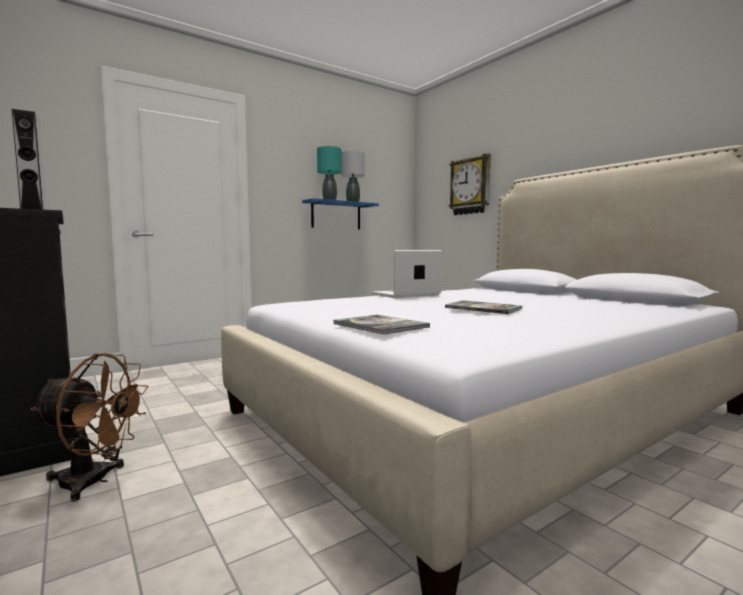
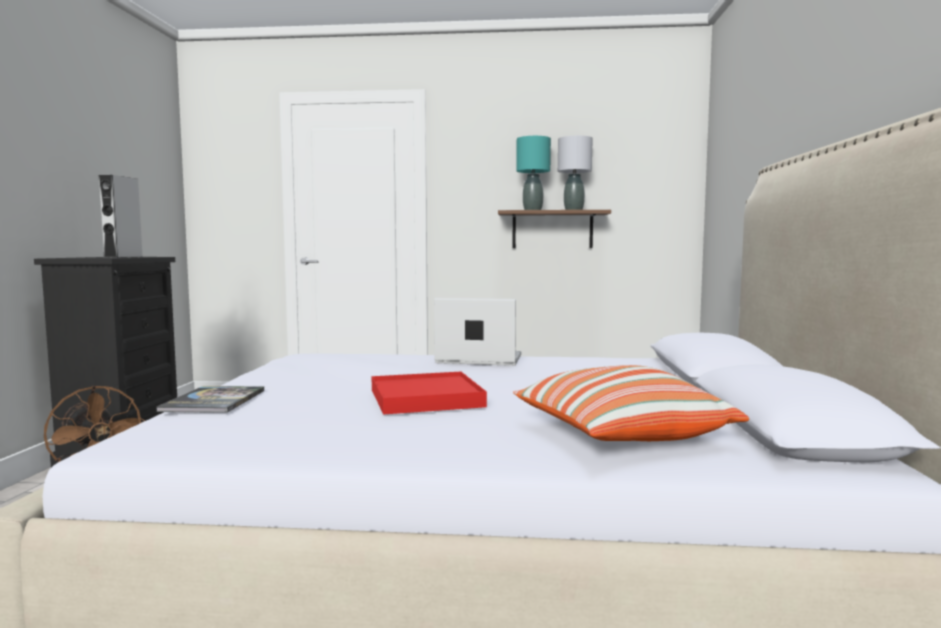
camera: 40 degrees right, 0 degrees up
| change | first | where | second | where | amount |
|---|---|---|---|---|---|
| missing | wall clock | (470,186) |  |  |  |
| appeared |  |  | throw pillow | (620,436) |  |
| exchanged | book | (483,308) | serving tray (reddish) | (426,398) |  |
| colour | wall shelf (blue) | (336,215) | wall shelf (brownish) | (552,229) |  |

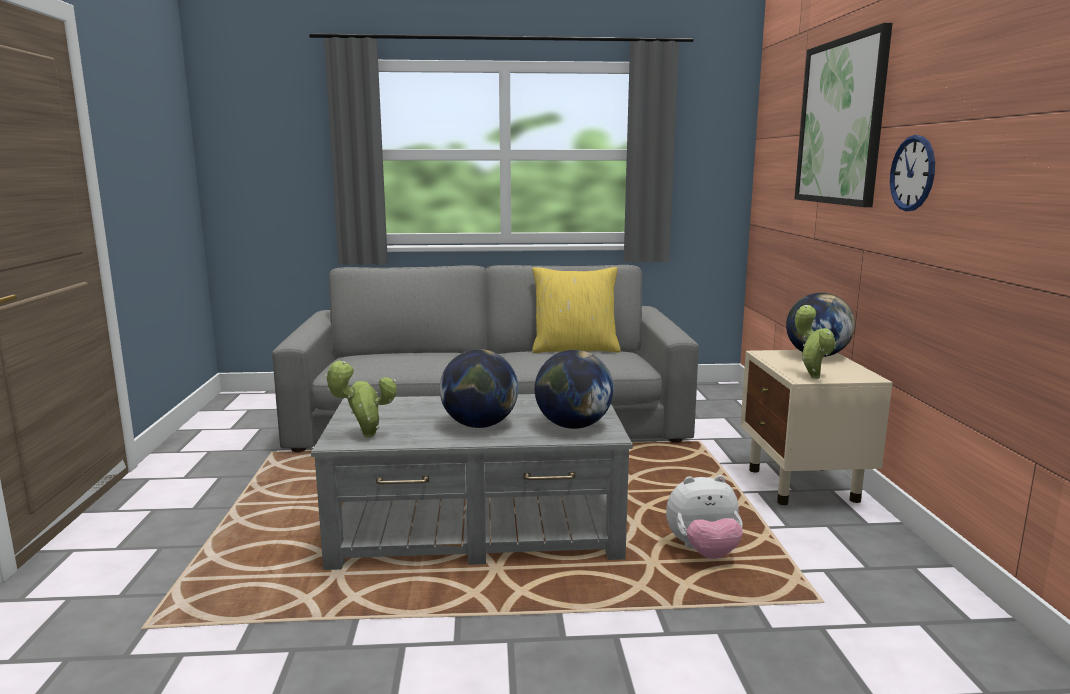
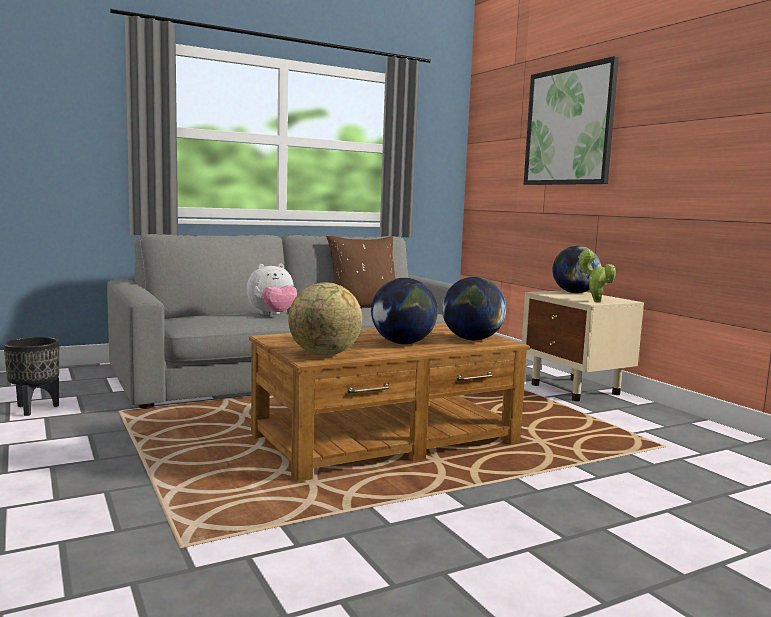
camera: 25 degrees left, 5 degrees down
| change | first | where | second | where | amount |
|---|---|---|---|---|---|
| missing | wall clock | (912,173) |  |  |  |
| appeared |  |  | flower pot (blackish) | (34,409) |  |
| relocated | cuddly toy | (703,552) |  | (272,315) |  |
| exchanged | houseplant | (365,436) | desk globe | (324,355) |  |
| colour | low table (gray) | (478,528) | low table (brownish) | (387,439) |  |
| colour | throw pillow (yellow) | (575,349) | throw pillow (brownish) | (364,306) |  |

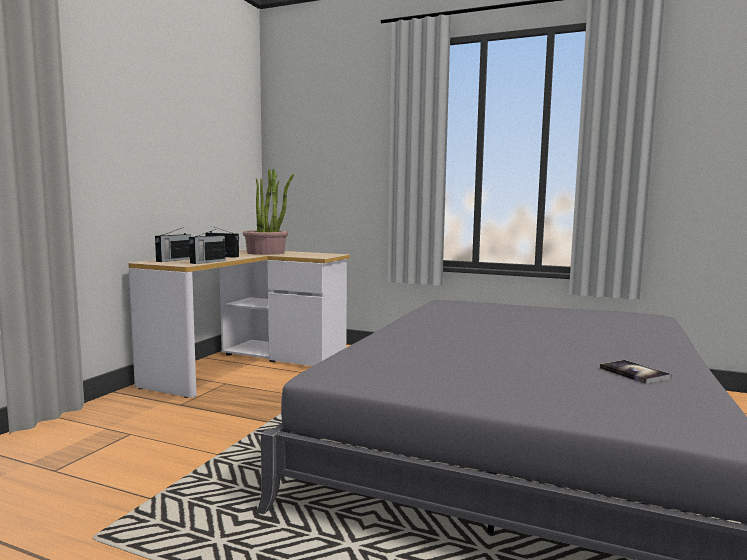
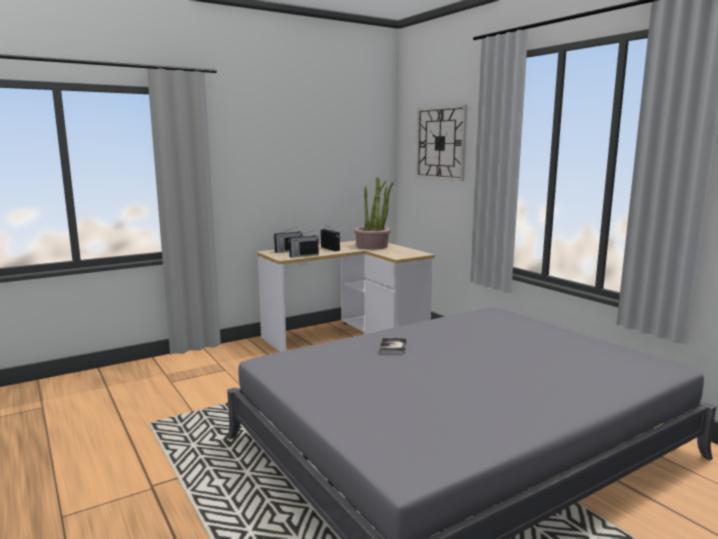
camera: 35 degrees right, 5 degrees up
| change | first | where | second | where | amount |
|---|---|---|---|---|---|
| appeared |  |  | wall clock | (441,143) |  |
| relocated | book | (634,373) |  | (393,346) |  |

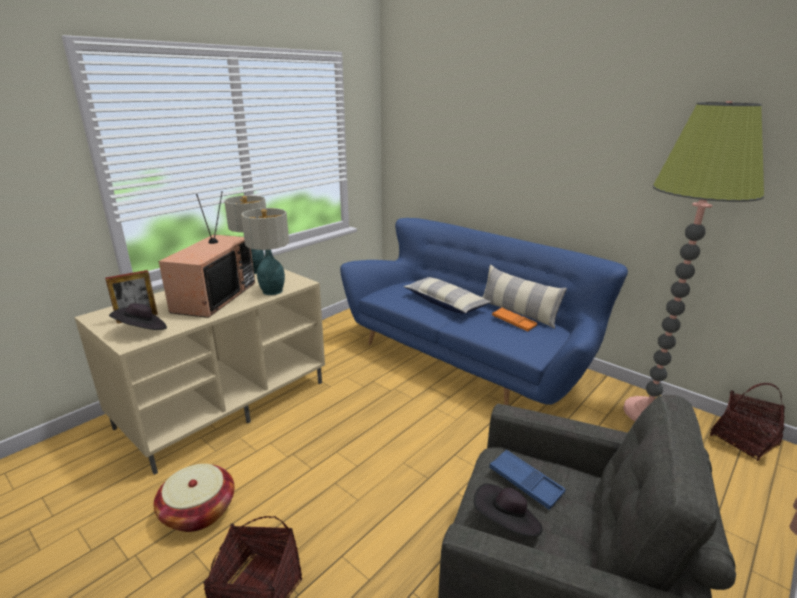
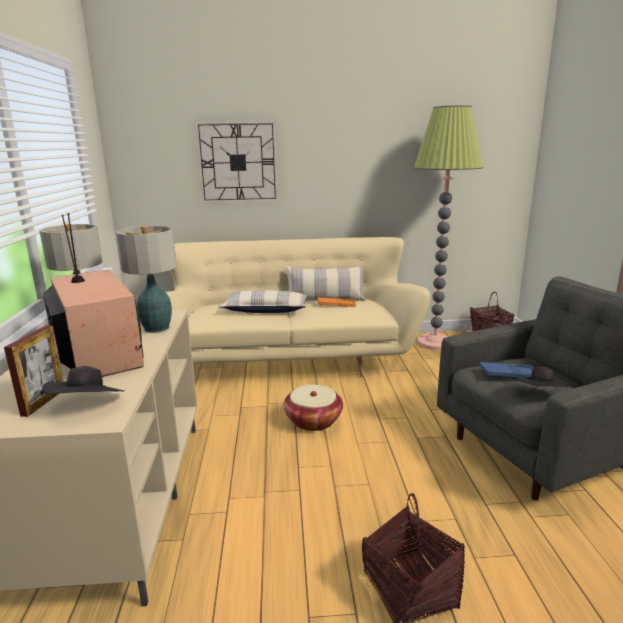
camera: 45 degrees left, 5 degrees down
| change | first | where | second | where | amount |
|---|---|---|---|---|---|
| appeared |  |  | wall clock | (238,162) |  |
| relocated | basket | (198,511) |  | (313,420) |  |
| colour | couch (blue) | (469,359) | couch (beige) | (290,359) |  |

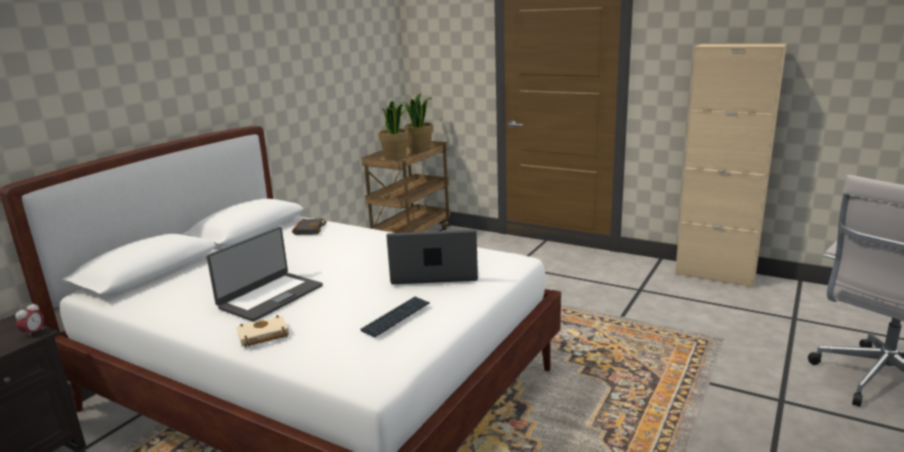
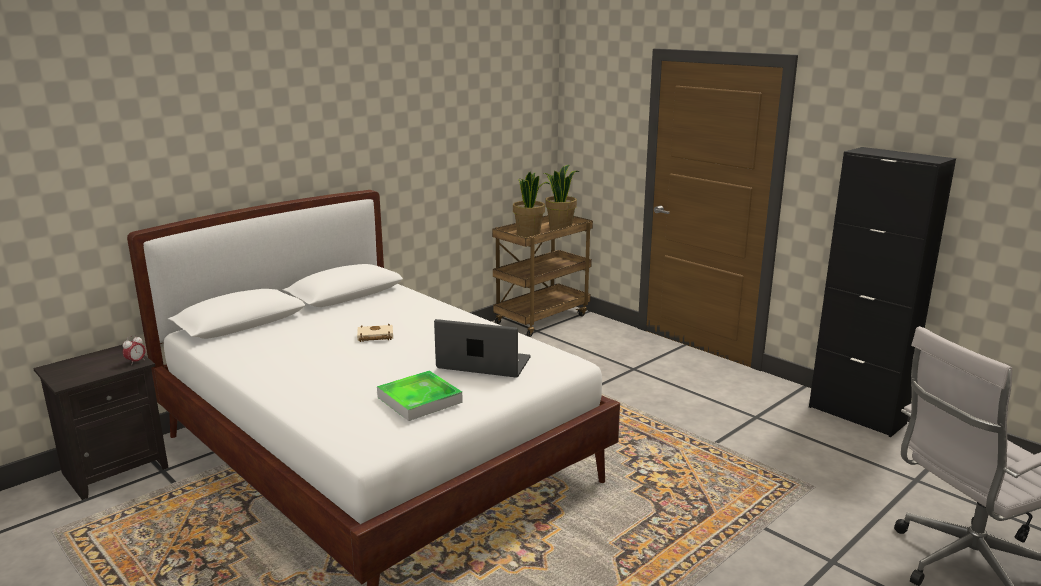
camera: 15 degrees right, 0 degrees up
| change | first | where | second | where | amount |
|---|---|---|---|---|---|
| missing | notebook computer | (270,296) |  |  |  |
| missing | book (blackish) | (308,229) |  |  |  |
| relocated | book (beige) | (262,336) |  | (374,337) |  |
| exchanged | PC keyboard | (396,317) | serving tray | (419,400) |  |
| colour | cupboard (beige) | (715,275) | cupboard (blackish) | (856,415) |  |

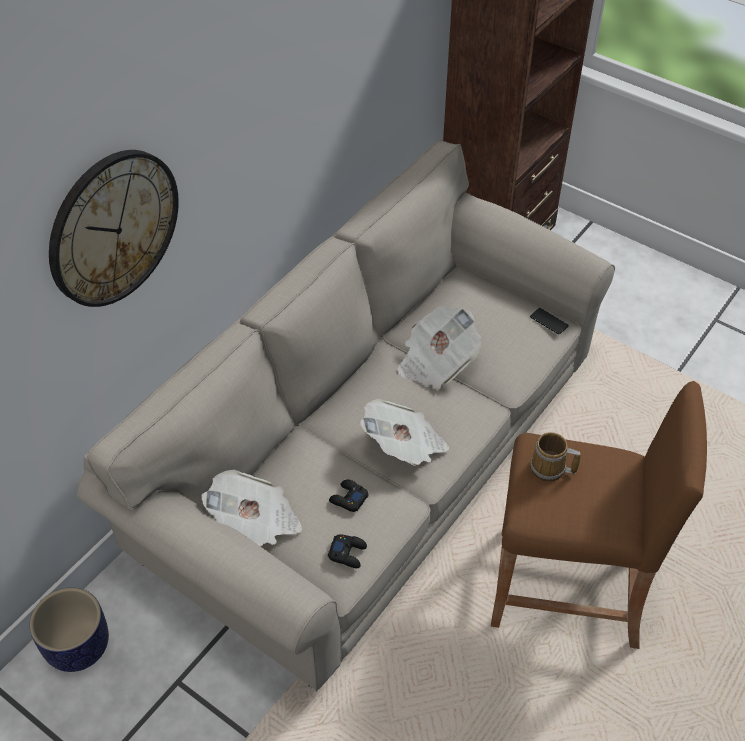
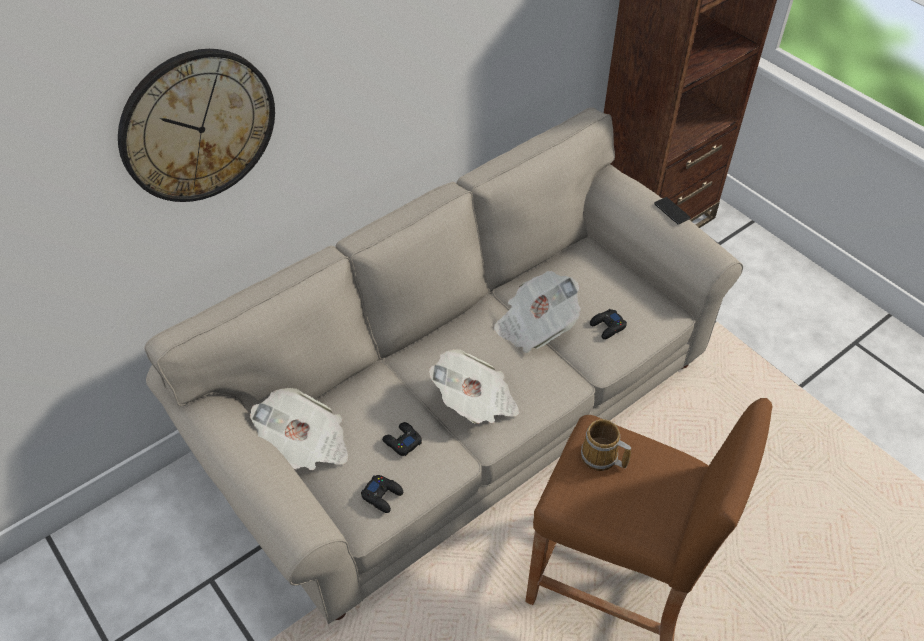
camera: 15 degrees right, 0 degrees up
| change | first | where | second | where | amount |
|---|---|---|---|---|---|
| missing | flower pot | (78,646) |  |  |  |
| appeared |  |  | joypad (blackish) | (607,327) |  |
| relocated | handset | (549,321) |  | (672,211) |  |

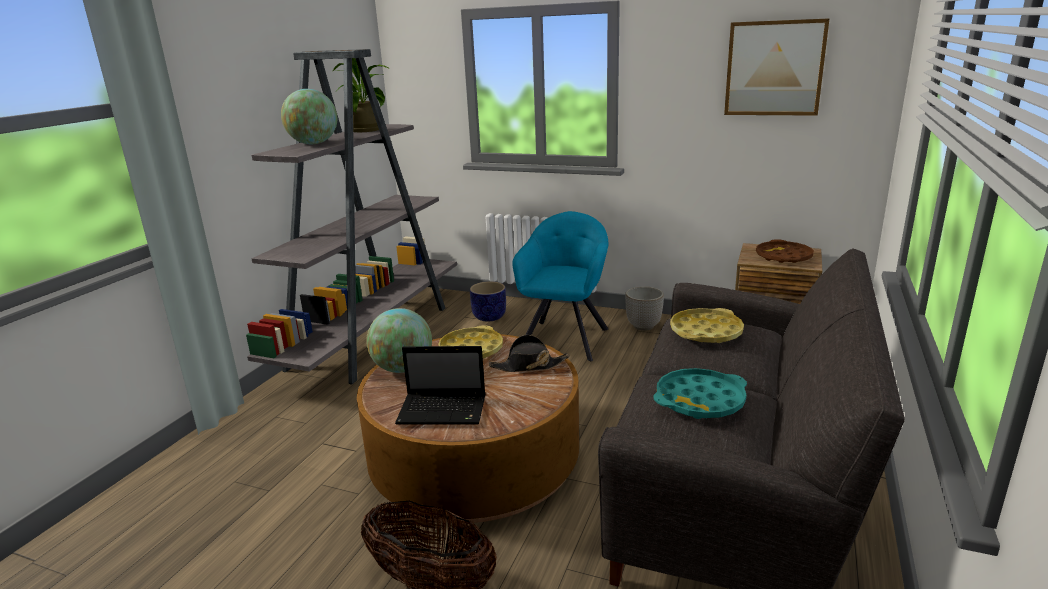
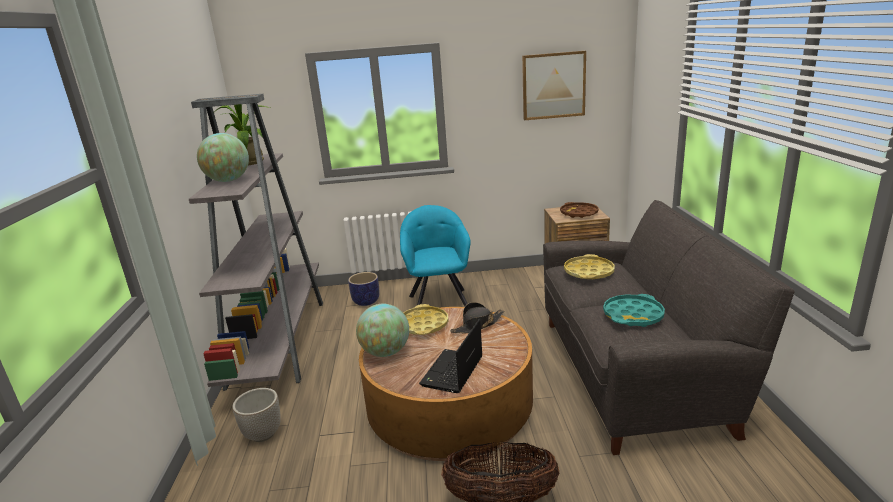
camera: 25 degrees left, 0 degrees up
| change | first | where | second | where | amount |
|---|---|---|---|---|---|
| relocated | flower pot | (644,326) |  | (263,434) |  |
| spun | notebook computer | (444,410) |  | (452,373) | 135 degrees clockwise |

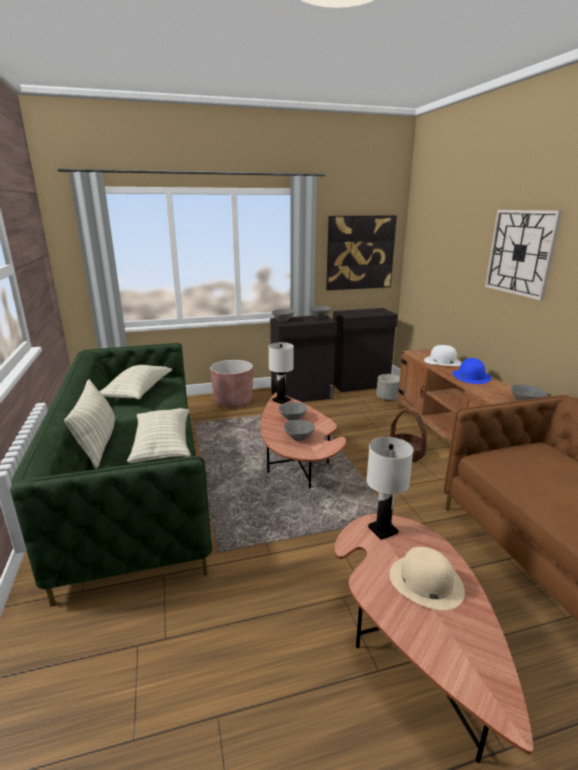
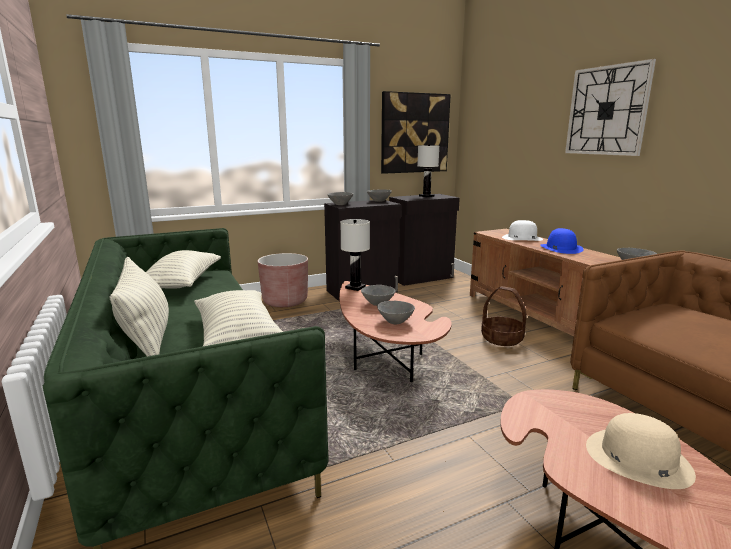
camera: 10 degrees left, 5 degrees down
| change | first | where | second | where | amount |
|---|---|---|---|---|---|
| missing | flower pot (gray) | (387,398) |  |  |  |
| relocated | lamp for a table (white-coloured) | (383,530) |  | (426,196) |  |

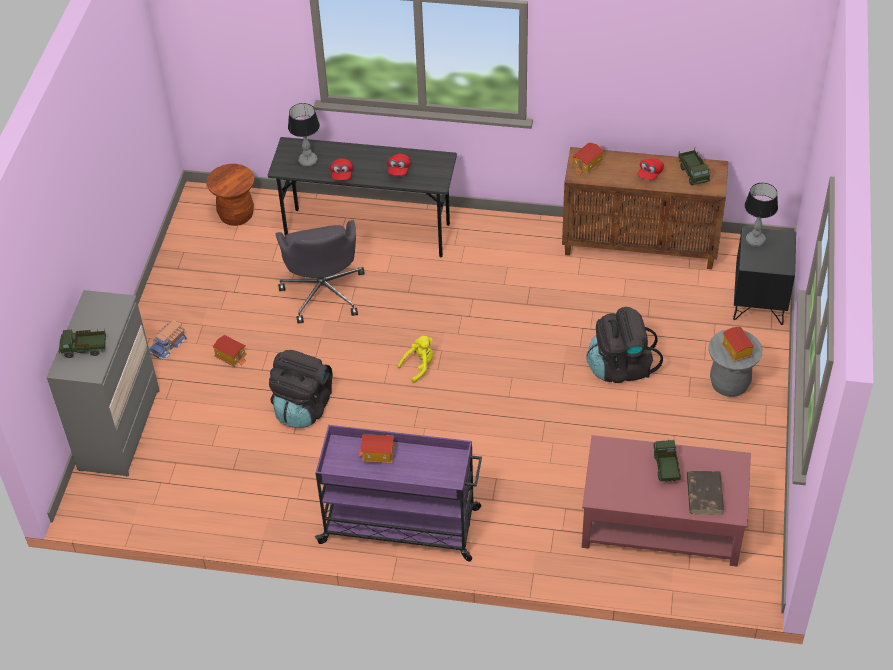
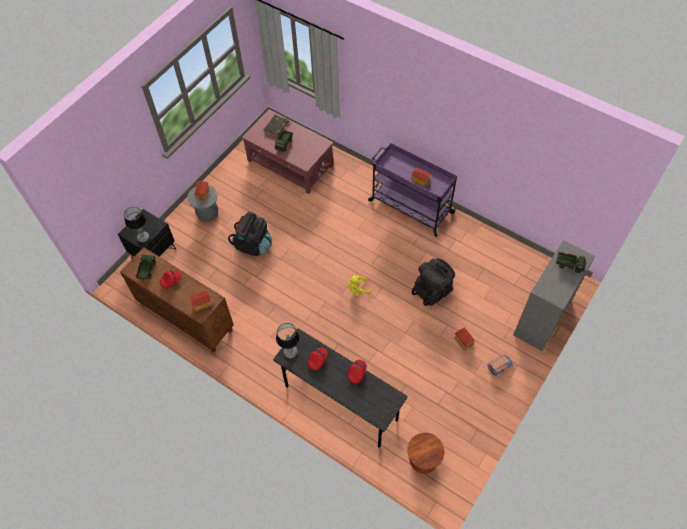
camera: 155 degrees left, 10 degrees up
| change | first | where | second | where | amount |
|---|---|---|---|---|---|
| missing | computer chair (gray) | (323,291) |  |  |  |
| relocated | lamp for a table | (308,161) |  | (290,352) |  |

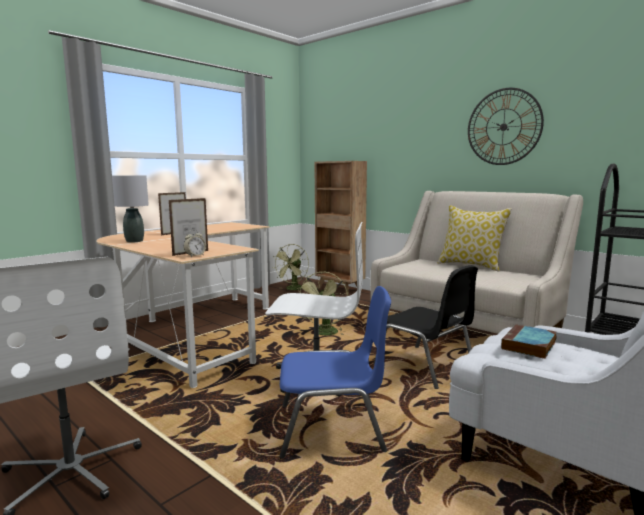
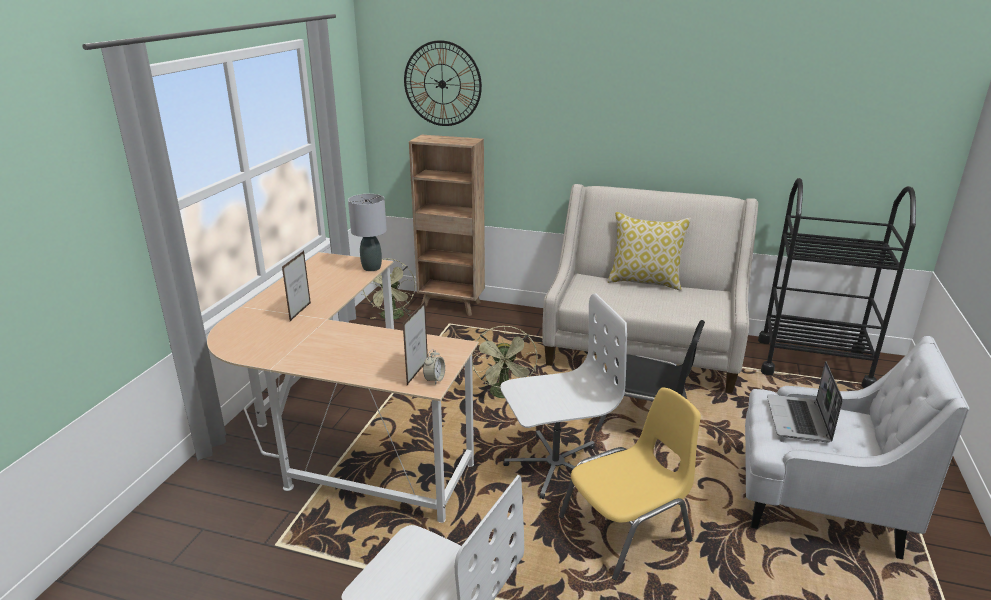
camera: 25 degrees left, 15 degrees up
| change | first | where | second | where | amount |
|---|---|---|---|---|---|
| relocated | lamp for a table (gray) | (135,241) |  | (372,268) |  |
| relocated | wall clock | (503,127) |  | (442,84) |  |
| exchanged | book | (529,346) | notebook computer | (799,420) |  |
| colour | chair (blue) | (332,429) | chair (yellow) | (627,529) |  |

